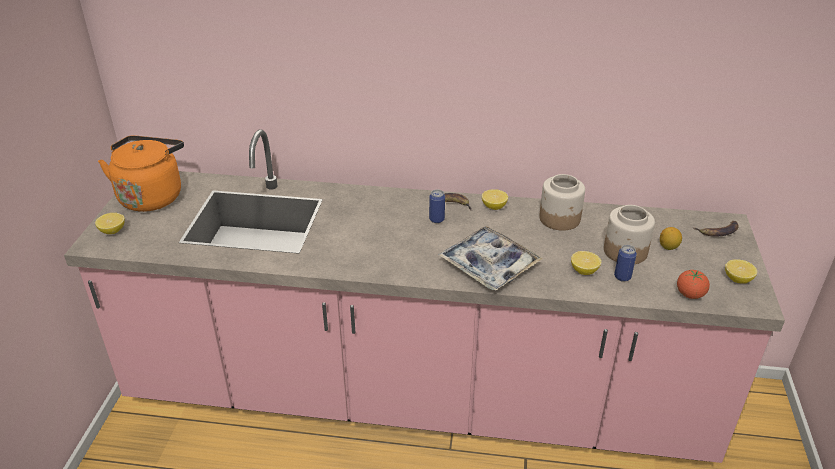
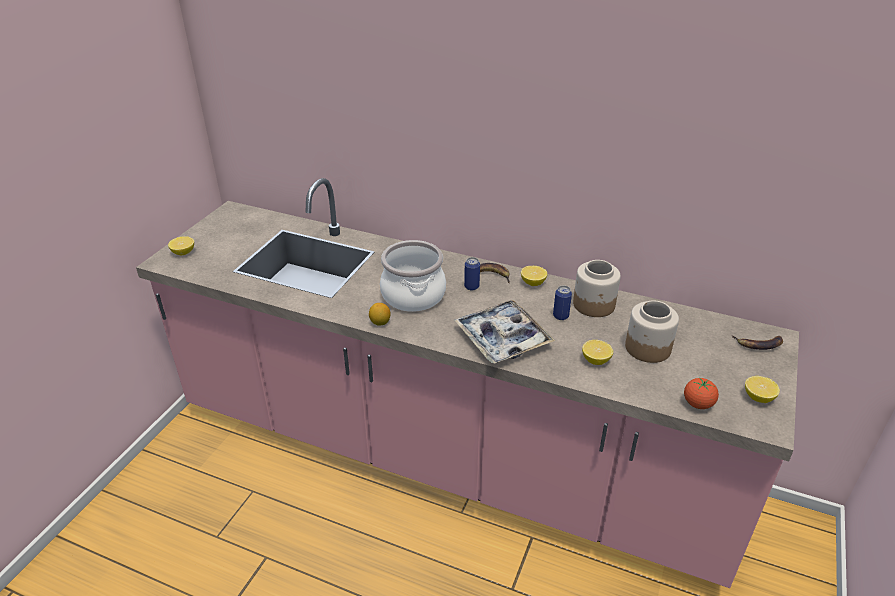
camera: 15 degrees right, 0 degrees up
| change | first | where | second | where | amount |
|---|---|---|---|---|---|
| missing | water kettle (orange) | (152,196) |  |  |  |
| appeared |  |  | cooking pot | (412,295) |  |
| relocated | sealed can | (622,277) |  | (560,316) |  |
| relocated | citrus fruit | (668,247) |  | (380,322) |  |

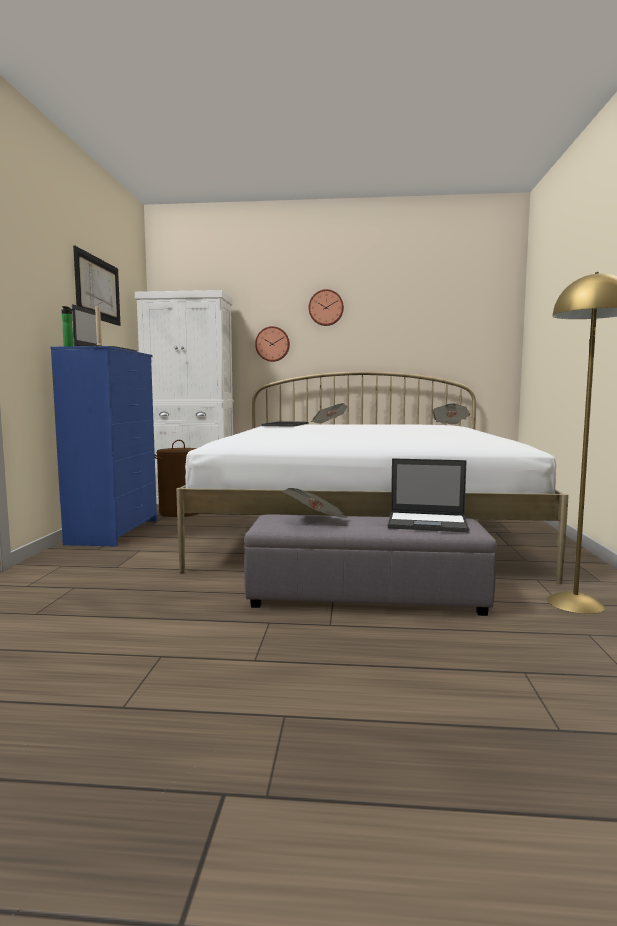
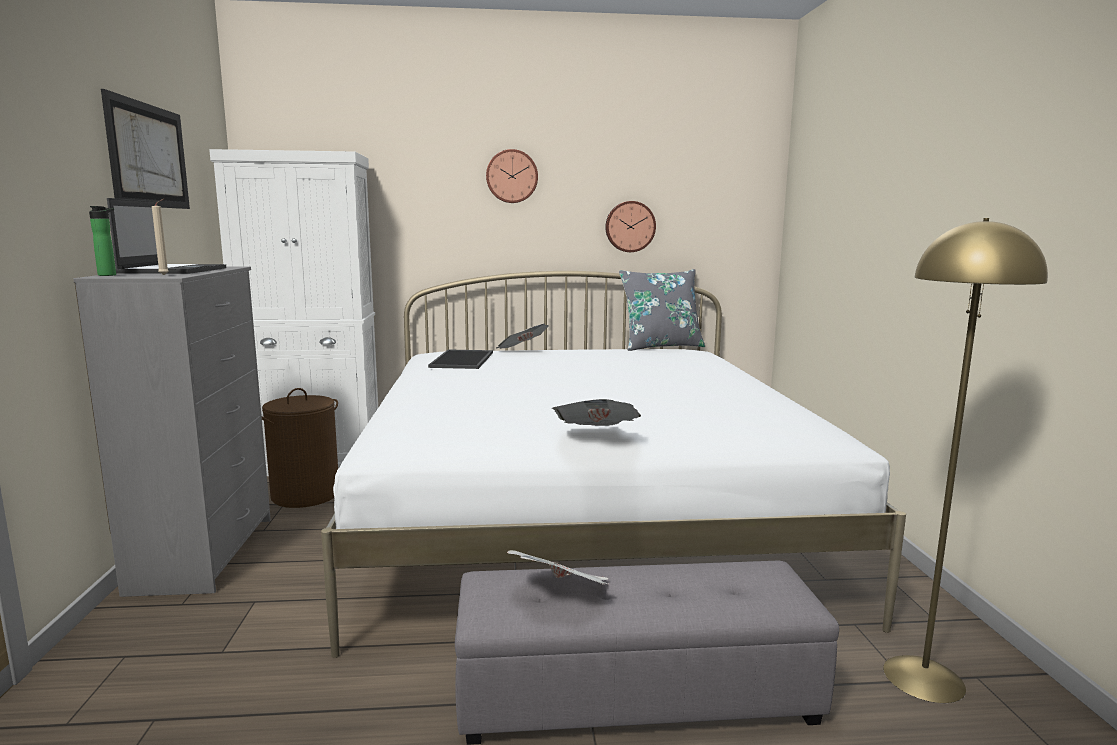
camera: 10 degrees left, 5 degrees up
| change | first | where | second | where | amount |
|---|---|---|---|---|---|
| missing | notebook computer | (428,523) |  |  |  |
| appeared |  |  | throw pillow (gray) | (660,346) |  |
| relocated | wall clock | (272,344) |  | (630,226) |  |
| relocated | daily paper | (450,425) |  | (596,437) |  |
| colour | chest of drawers (blue) | (115,532) | chest of drawers (gray) | (206,553) |  |

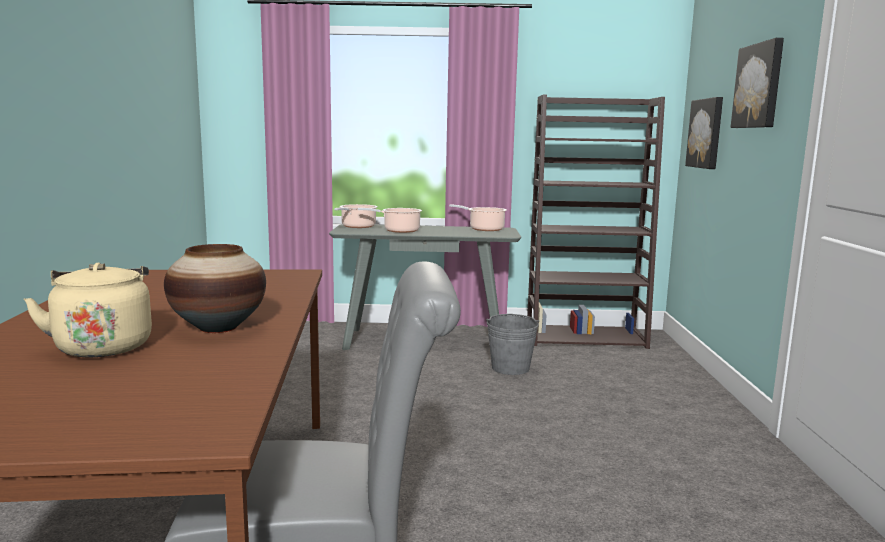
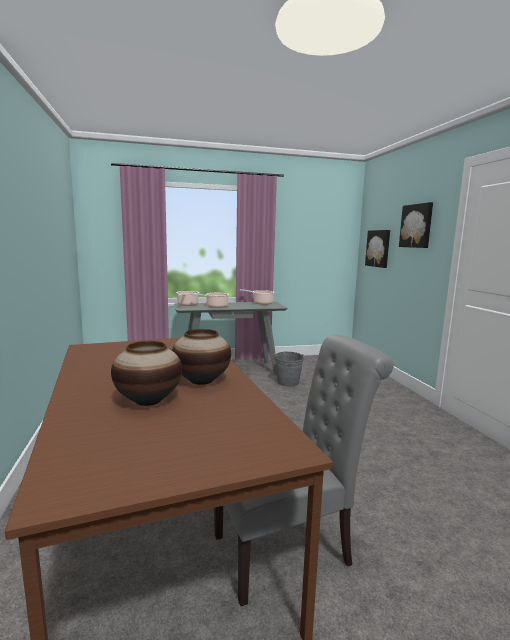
camera: 15 degrees left, 0 degrees up
| change | first | where | second | where | amount |
|---|---|---|---|---|---|
| missing | bookshelf (brownish) | (586,337) |  |  |  |
| exchanged | water kettle (beige) | (103,346) | vase | (148,400) |  |

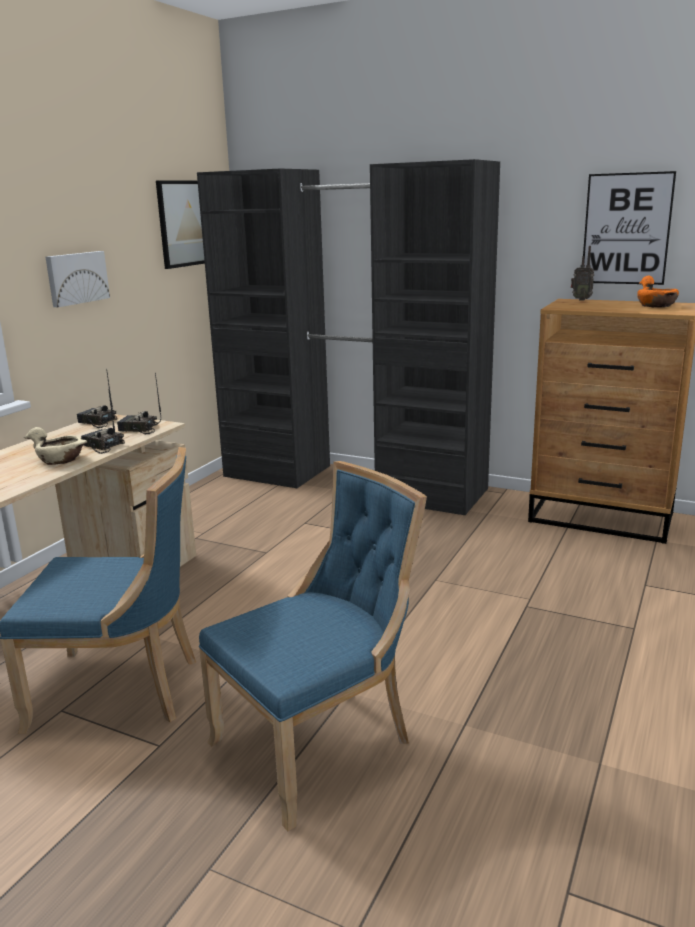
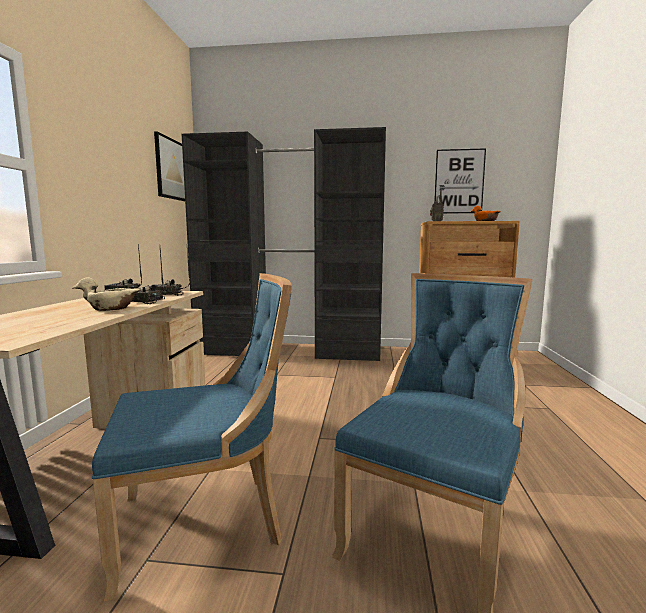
camera: 20 degrees left, 10 degrees down
| change | first | where | second | where | amount |
|---|---|---|---|---|---|
| missing | picture | (76,278) |  |  |  |

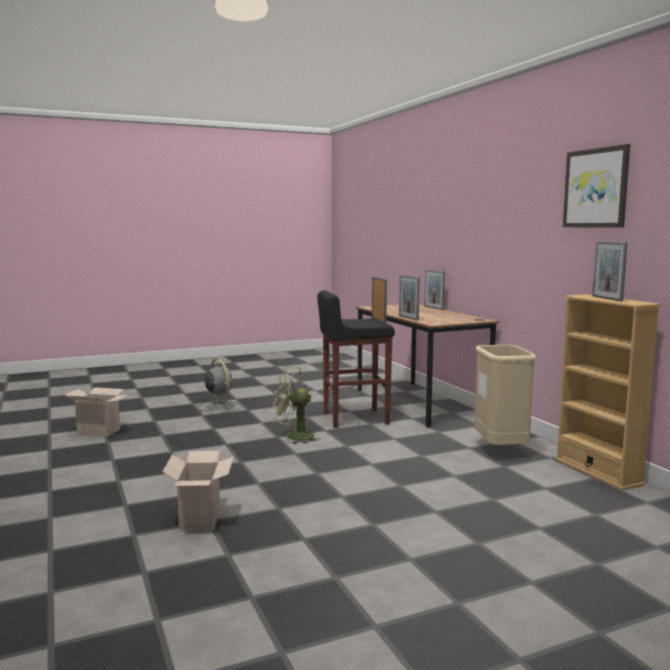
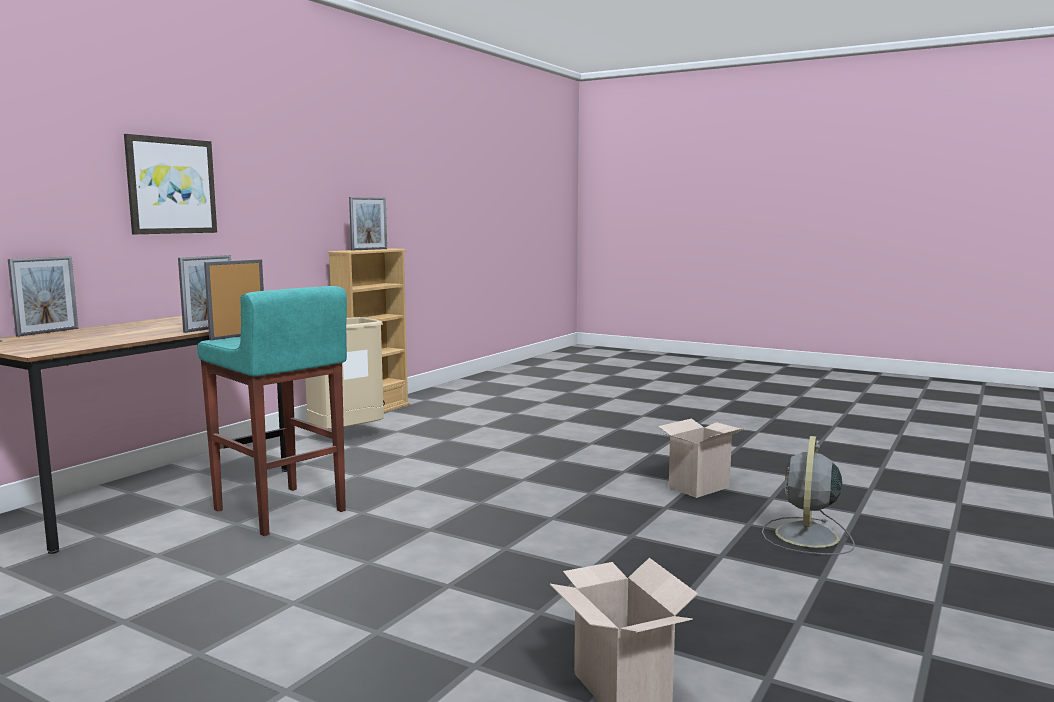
camera: 125 degrees left, 0 degrees up
| change | first | where | second | where | amount |
|---|---|---|---|---|---|
| missing | electric fan (green-coloured) | (293,436) |  |  |  |
| relocated | electric fan (gray) | (219,407) |  | (806,537) |  |
| relocated | picture | (596,188) |  | (171,186) |  |
| colour | sitting stool (blackish) | (354,418) | sitting stool (turquoise) | (279,511) |  |

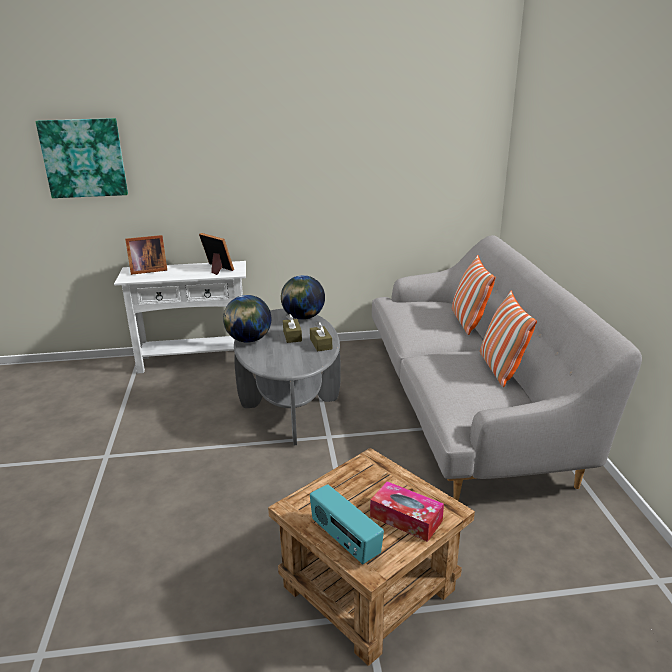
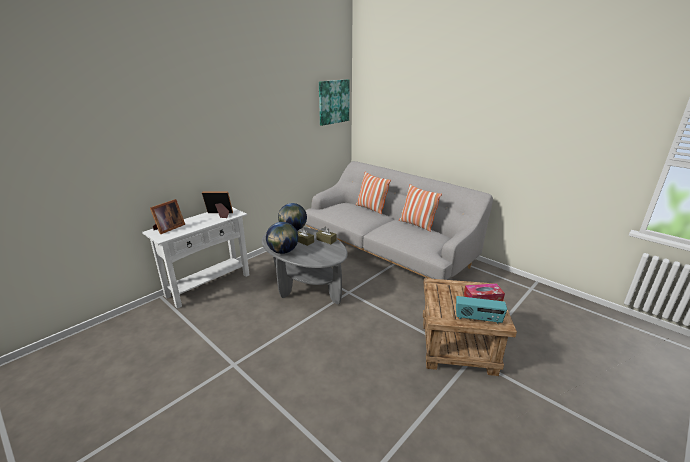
camera: 40 degrees left, 0 degrees up
| change | first | where | second | where | amount |
|---|---|---|---|---|---|
| relocated | picture | (84,158) |  | (333,102) |  |

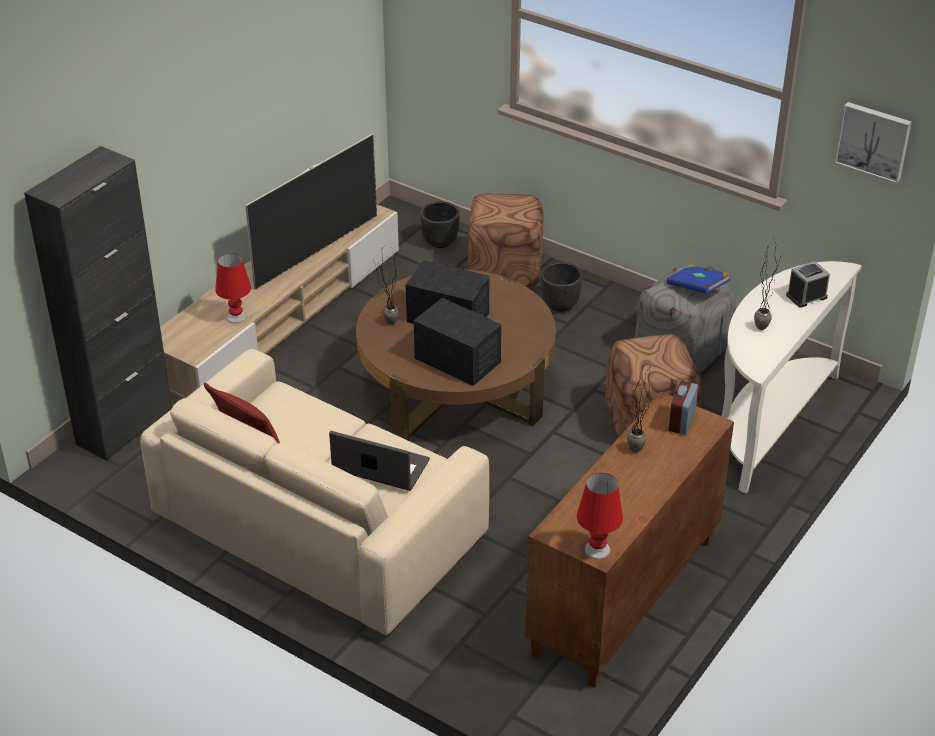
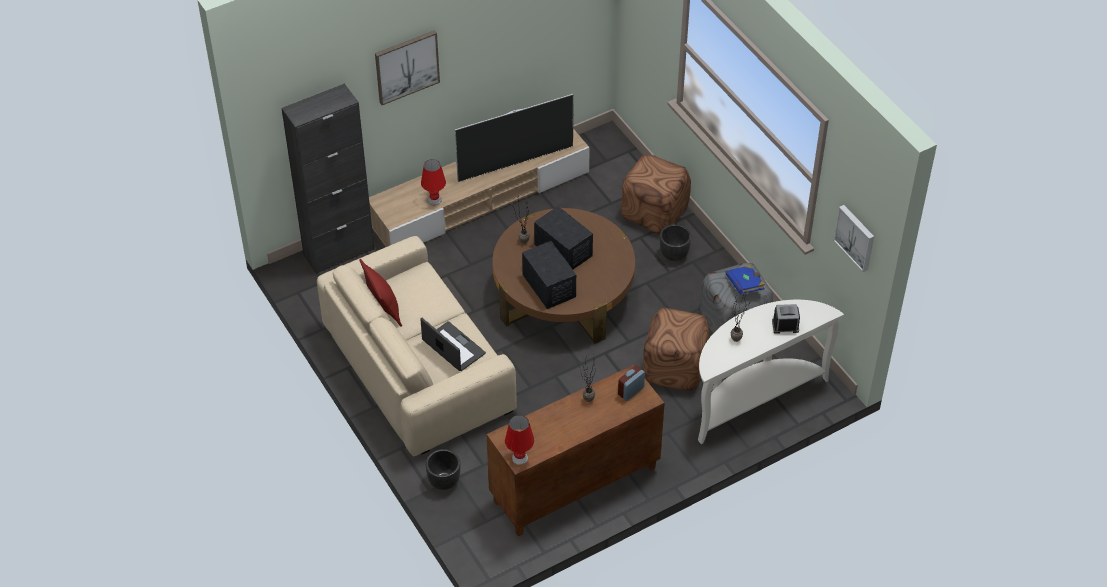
camera: 25 degrees right, 10 degrees up
| change | first | where | second | where | amount |
|---|---|---|---|---|---|
| appeared |  |  | picture | (406,66) |  |
| relocated | flower pot (blackish) | (439,242) |  | (443,481) |  |

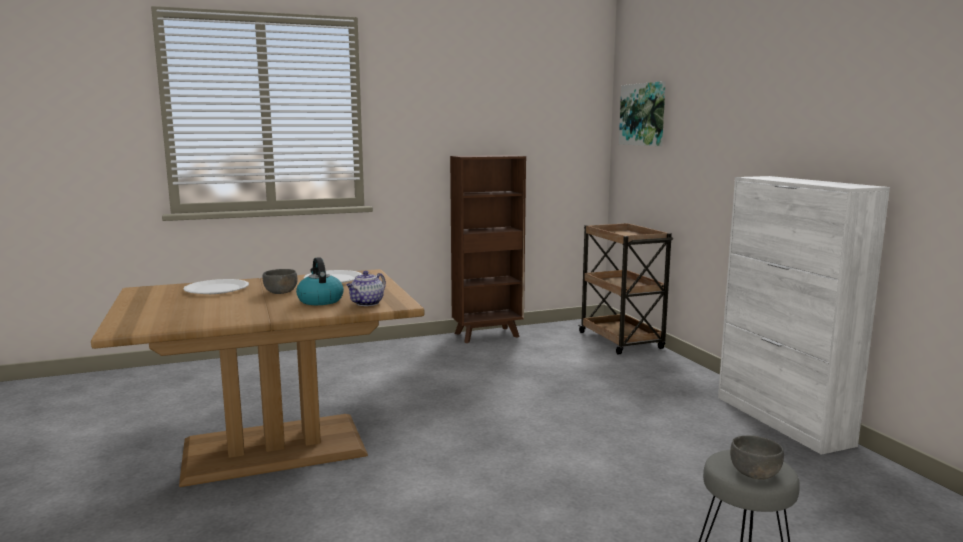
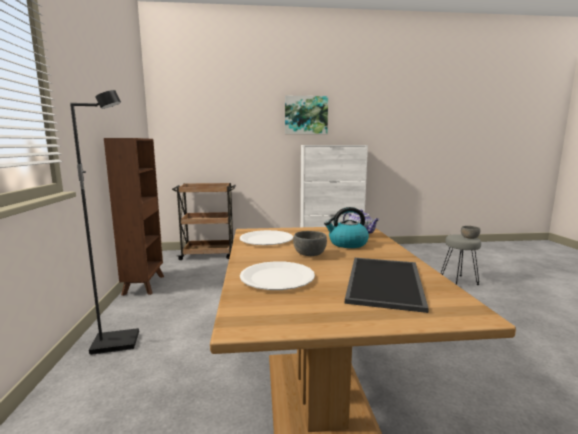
camera: 75 degrees left, 0 degrees up
| change | first | where | second | where | amount |
|---|---|---|---|---|---|
| appeared |  |  | floor lamp (blackish) | (116,342) |  |
| appeared |  |  | serving tray | (386,282) |  |
| relocated | picture | (643,114) |  | (306,115) |  |

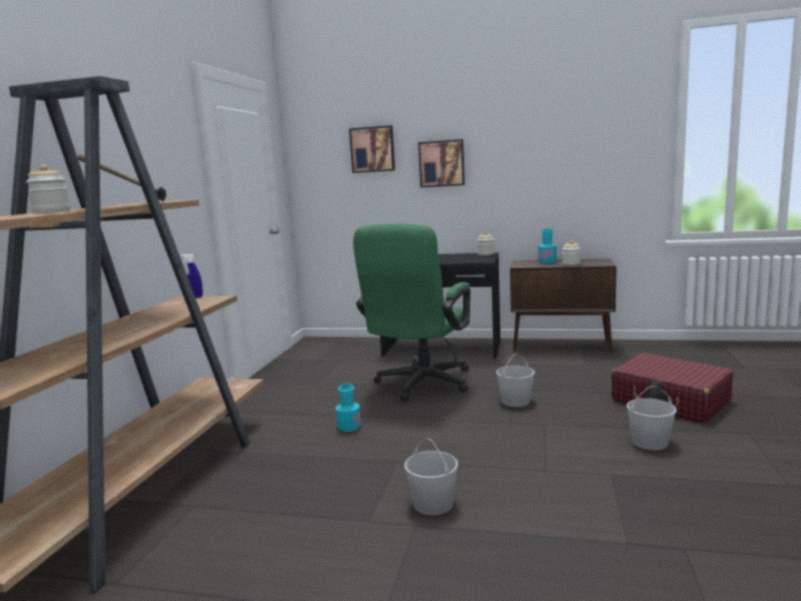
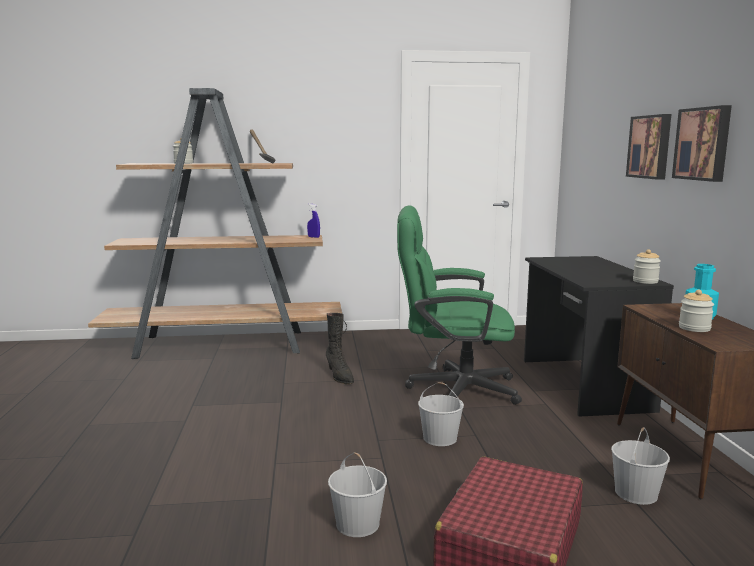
camera: 70 degrees right, 0 degrees up
| change | first | where | second | where | amount |
|---|---|---|---|---|---|
| relocated | picture | (372,149) |  | (703,144) |  |
| relocated | pail (white-coloured) | (433,504) |  | (636,493) |  |
| exchanged | beverage bottle (turquoise) | (349,427) | boot (blackish) | (339,376) |  |

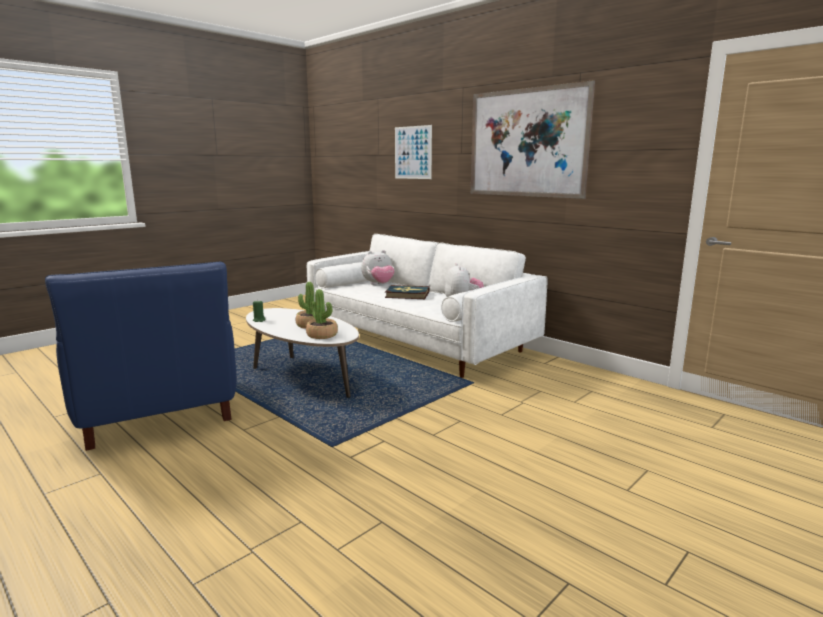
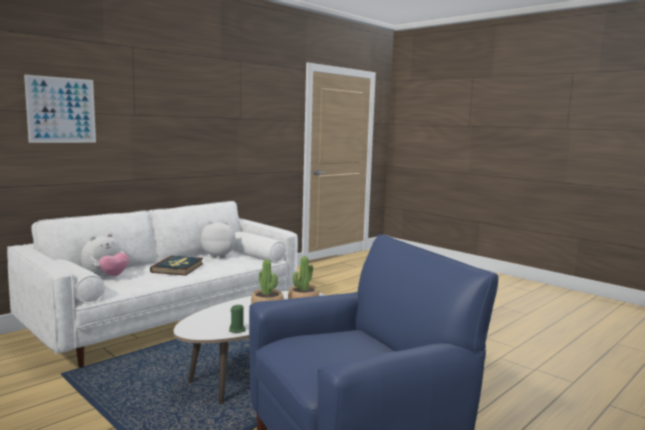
camera: 90 degrees left, 5 degrees down
| change | first | where | second | where | amount |
|---|---|---|---|---|---|
| missing | picture | (526,143) |  |  |  |
| spun | cuddly toy | (378,284) |  | (106,278) | 60 degrees clockwise |

